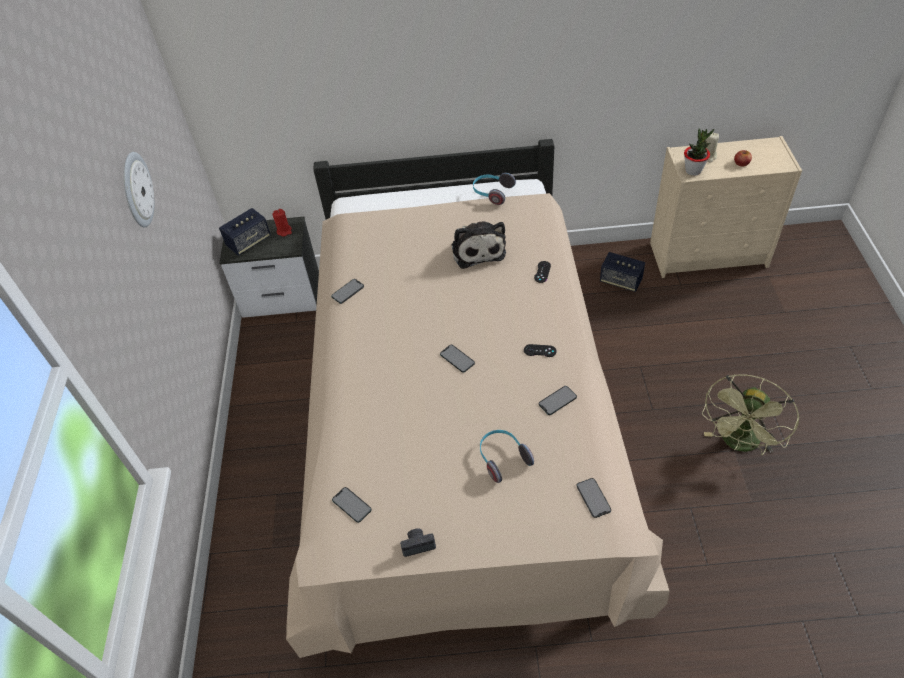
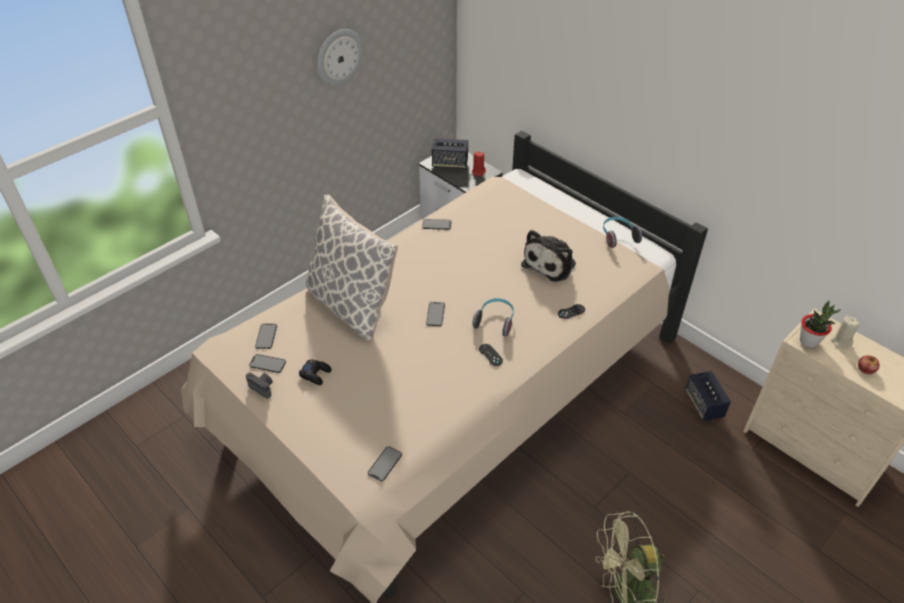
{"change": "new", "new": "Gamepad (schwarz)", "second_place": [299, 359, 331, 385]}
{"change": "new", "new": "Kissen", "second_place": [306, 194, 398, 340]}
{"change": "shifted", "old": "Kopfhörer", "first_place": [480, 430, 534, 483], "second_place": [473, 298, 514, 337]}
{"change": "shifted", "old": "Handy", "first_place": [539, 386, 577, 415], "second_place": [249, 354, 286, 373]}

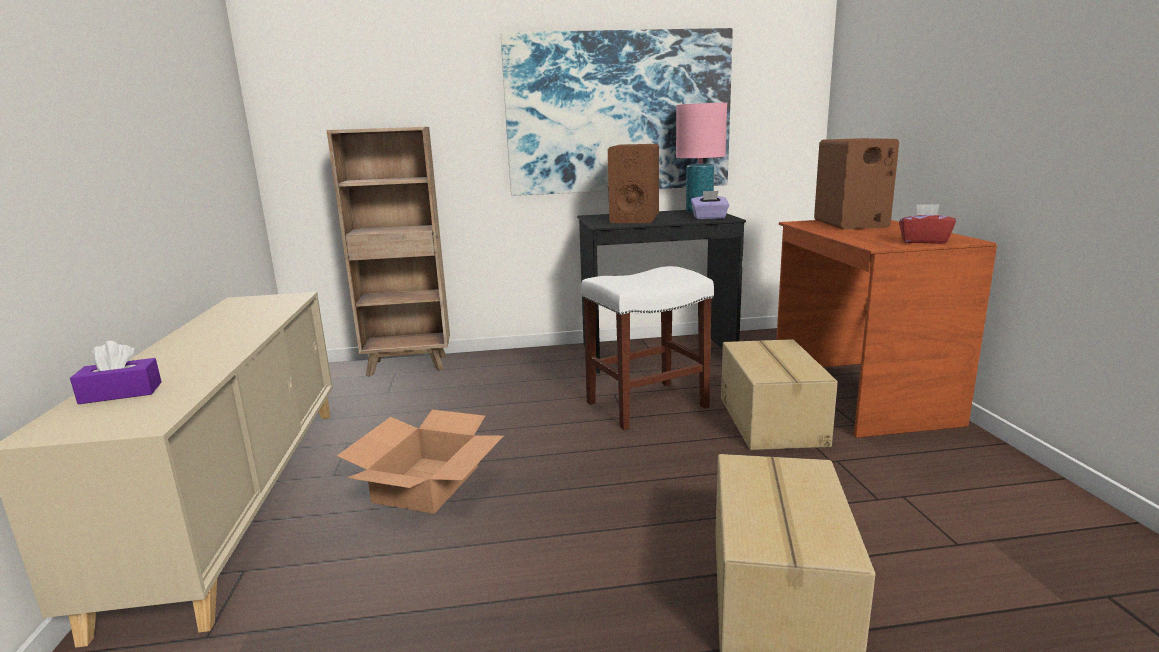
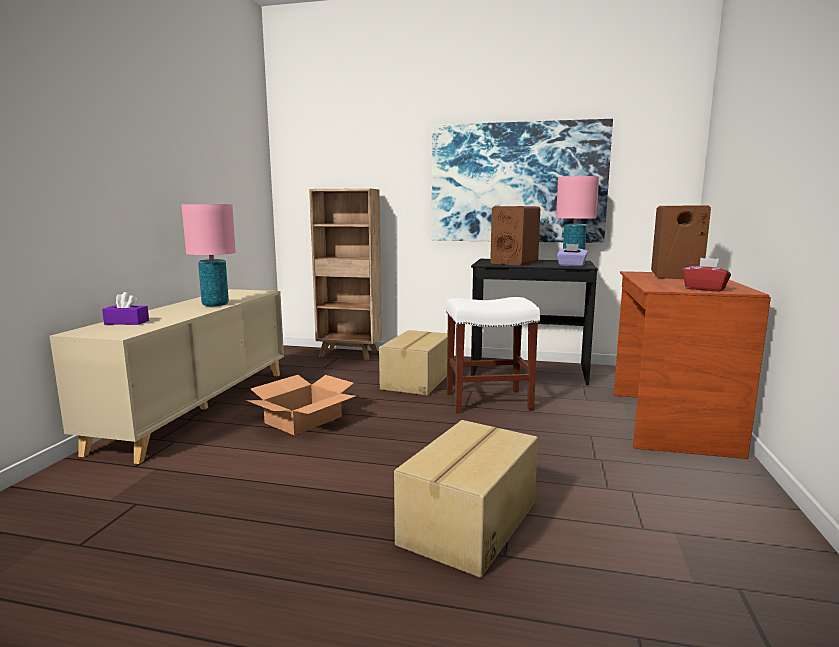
{"change": "new", "new": "Tischlampe (rosa)", "second_place": [181, 204, 236, 306]}
{"change": "shifted", "old": "Karton", "first_place": [721, 339, 838, 450], "second_place": [379, 330, 448, 395]}

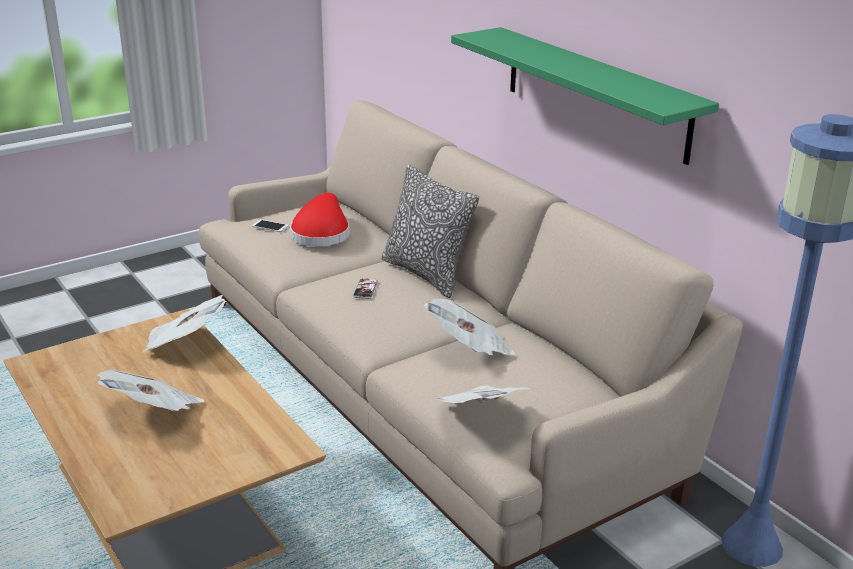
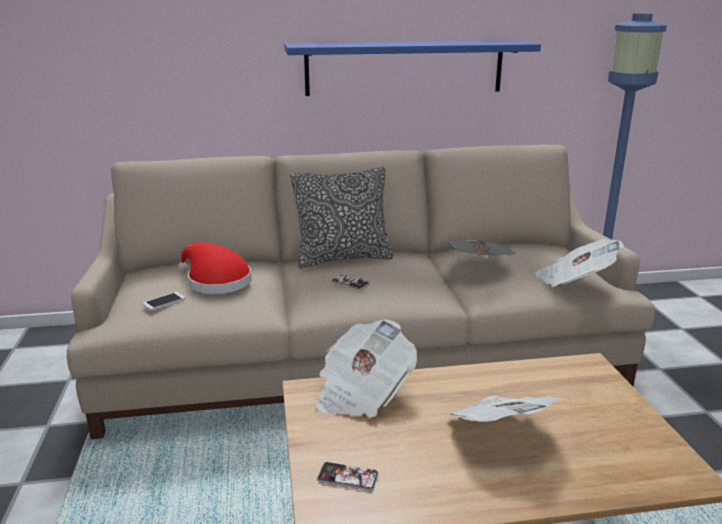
{"change": "new", "new": "Handy", "second_place": [317, 462, 379, 491]}
{"change": "repainted", "old": "Wandregal (grün)", "new": "Wandregal (blau)", "first_place": [451, 27, 719, 165], "second_place": [284, 41, 541, 96]}

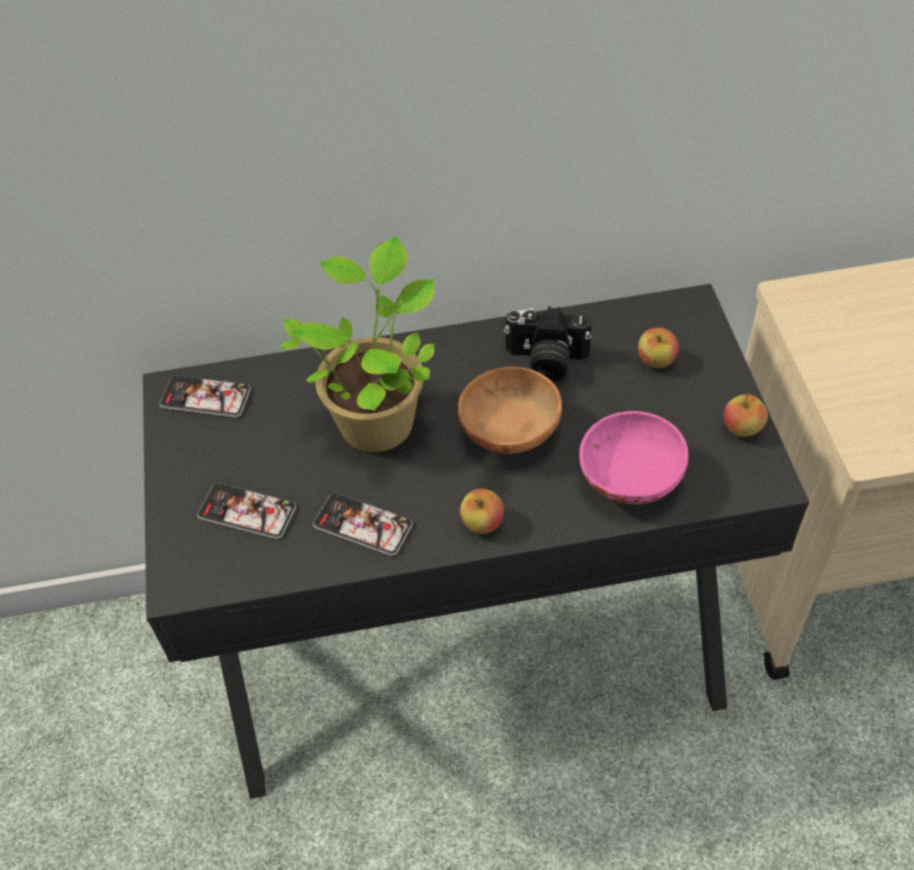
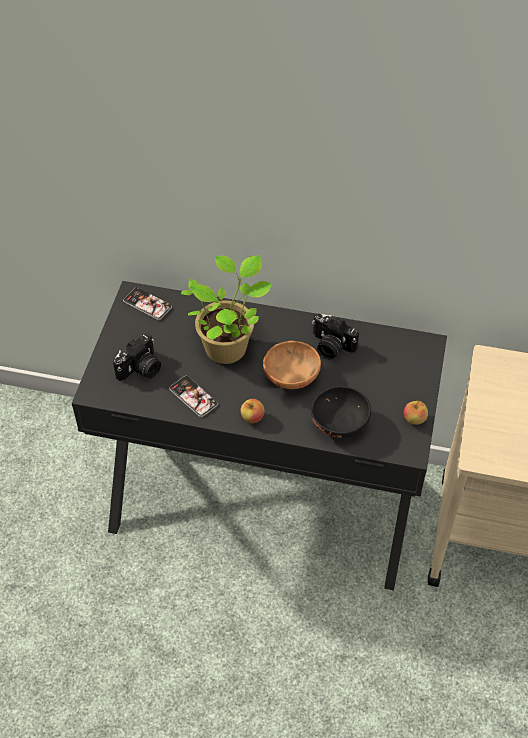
{"change": "gone", "old": "Apfel", "first_place": [638, 328, 679, 368]}
{"change": "swapped", "old": "Handy", "new": "Kamera", "first_place": [197, 483, 296, 539], "second_place": [113, 333, 161, 381]}
{"change": "repainted", "old": "Schüssel (rosa)", "new": "Schüssel (schwarz)", "first_place": [579, 411, 689, 504], "second_place": [311, 386, 371, 438]}

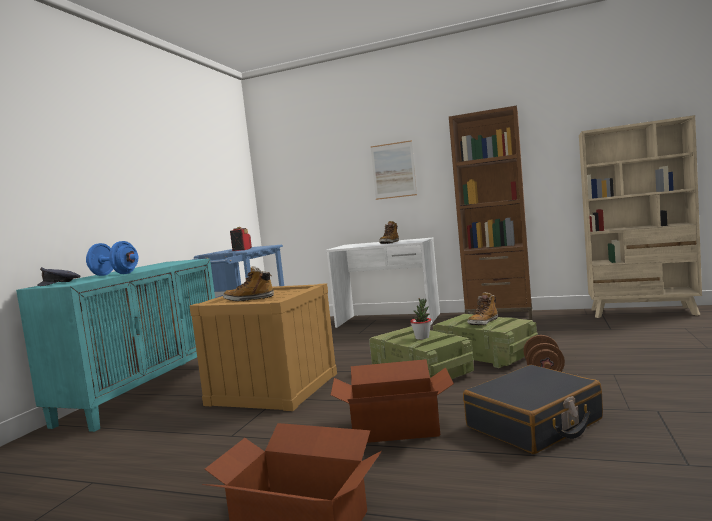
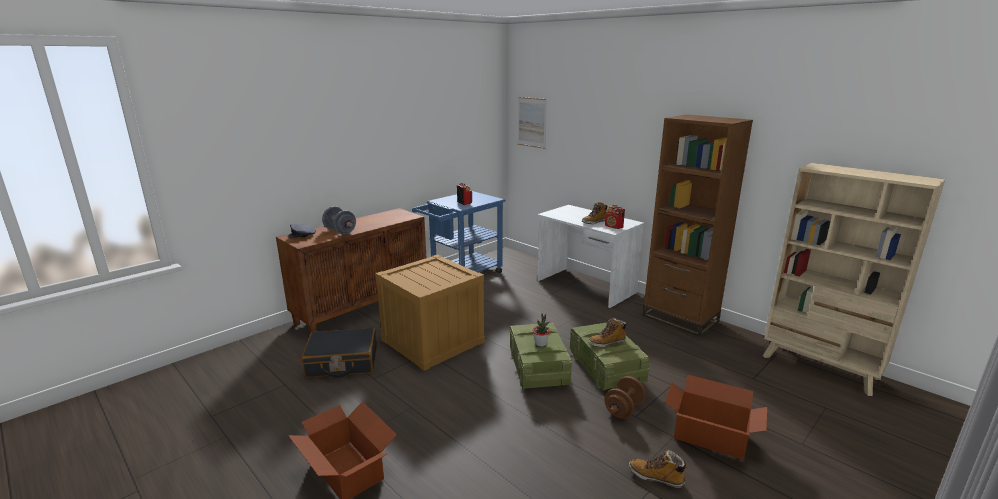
{"change": "new", "new": "Radio", "second_place": [605, 205, 625, 229]}
{"change": "shifted", "old": "Stiefel", "first_place": [223, 266, 274, 301], "second_place": [629, 450, 688, 488]}
{"change": "shifted", "old": "Karton", "first_place": [331, 359, 454, 443], "second_place": [665, 375, 767, 459]}
{"change": "shifted", "old": "Bild", "first_place": [371, 140, 417, 200], "second_place": [517, 97, 547, 149]}
{"change": "shifted", "old": "Koffer (schwarz)", "first_place": [463, 365, 603, 454], "second_place": [301, 328, 377, 378]}
{"change": "repainted", "old": "Schrank (türkis)", "new": "Schrank (braun)", "first_place": [16, 258, 215, 432], "second_place": [276, 208, 427, 333]}
{"change": "repainted", "old": "Hantel (blau)", "new": "Hantel (grau)", "first_place": [86, 241, 139, 276], "second_place": [322, 206, 356, 235]}

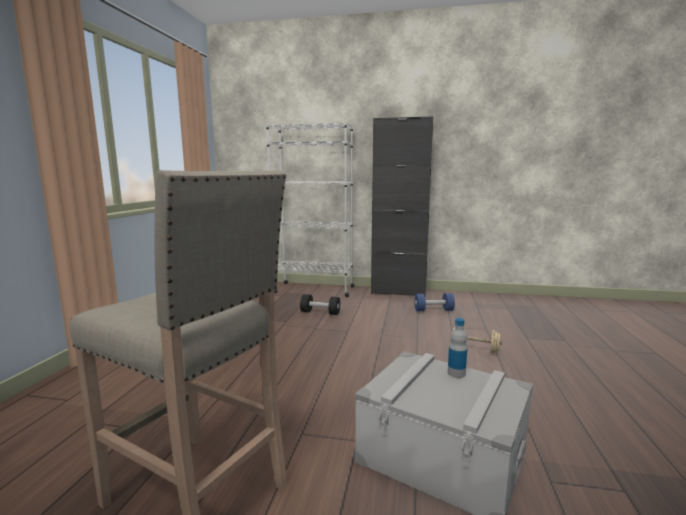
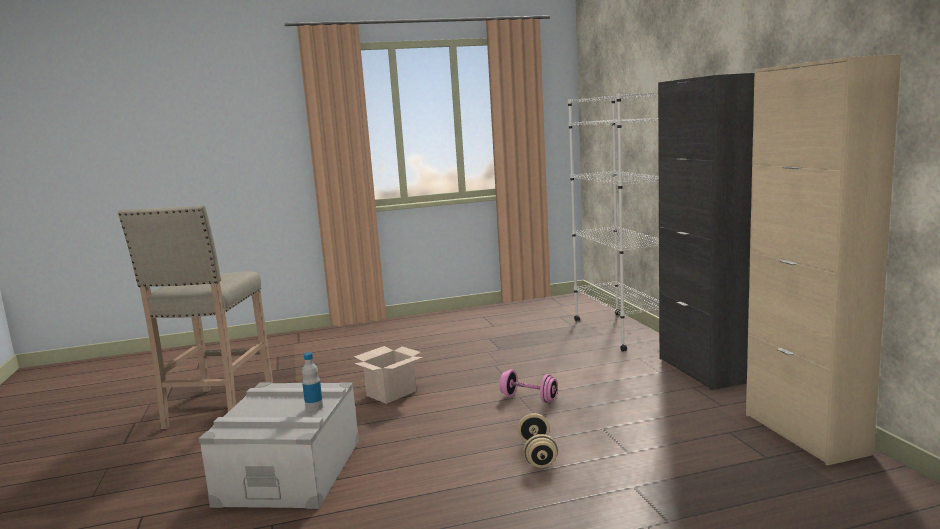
{"change": "gone", "old": "Hantel (schwarz)", "first_place": [300, 294, 340, 315]}
{"change": "gone", "old": "Hantel (blau)", "first_place": [414, 293, 455, 311]}
{"change": "new", "new": "Karton", "second_place": [354, 346, 423, 404]}
{"change": "new", "new": "Hantel (rosa)", "second_place": [499, 369, 558, 403]}
{"change": "new", "new": "Schrank (beige)", "second_place": [746, 54, 901, 466]}

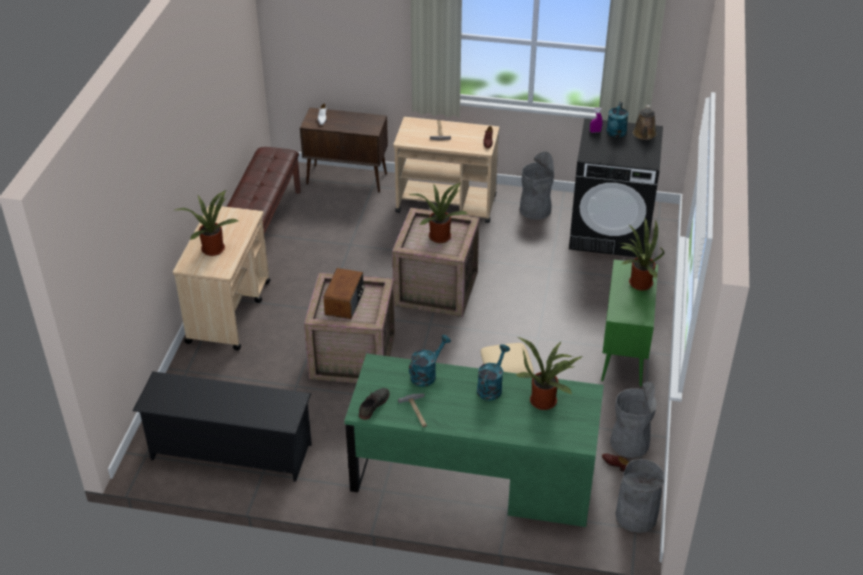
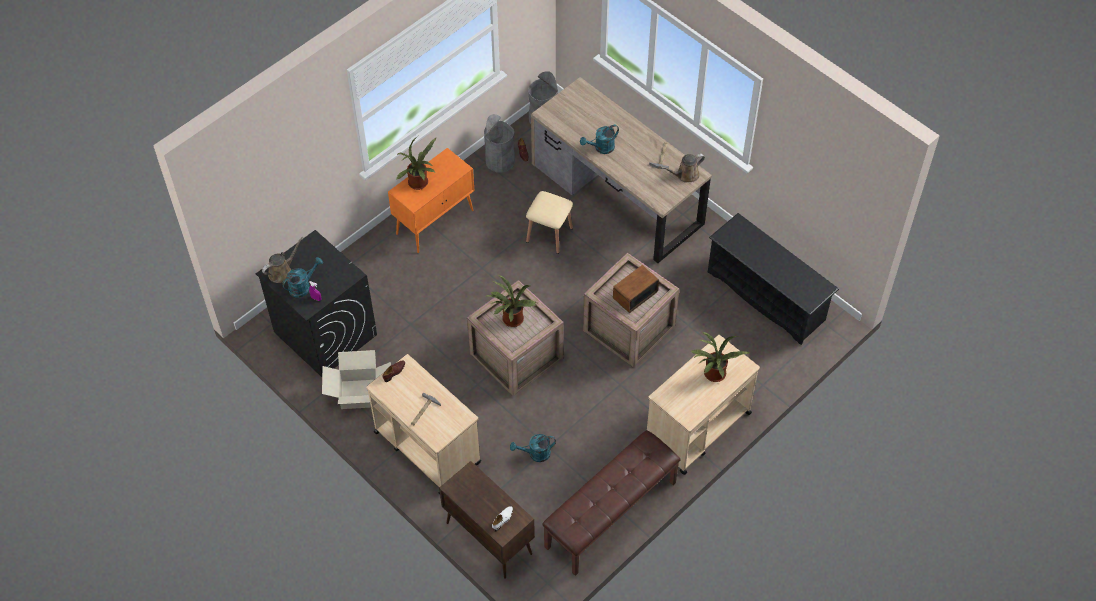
{"change": "gone", "old": "Topfpflanze", "first_place": [516, 337, 583, 410]}
{"change": "shifted", "old": "Gießkanne (türkis)", "first_place": [409, 335, 451, 387], "second_place": [510, 434, 556, 462]}
{"change": "swapped", "old": "Schuh (grau)", "new": "Gießkanne (braun)", "first_place": [359, 388, 390, 420], "second_place": [661, 153, 705, 183]}
{"change": "swapped", "old": "Mülleimer (grau)", "new": "Karton", "first_place": [520, 152, 554, 220], "second_place": [322, 350, 391, 409]}
{"change": "repainted", "old": "Schreibtisch (grün)", "new": "Schreibtisch (braun)", "first_place": [344, 354, 604, 527], "second_place": [531, 77, 712, 263]}
{"change": "repainted", "old": "Schrank (grün)", "new": "Schrank (orange)", "first_place": [601, 260, 658, 387], "second_place": [388, 148, 475, 253]}

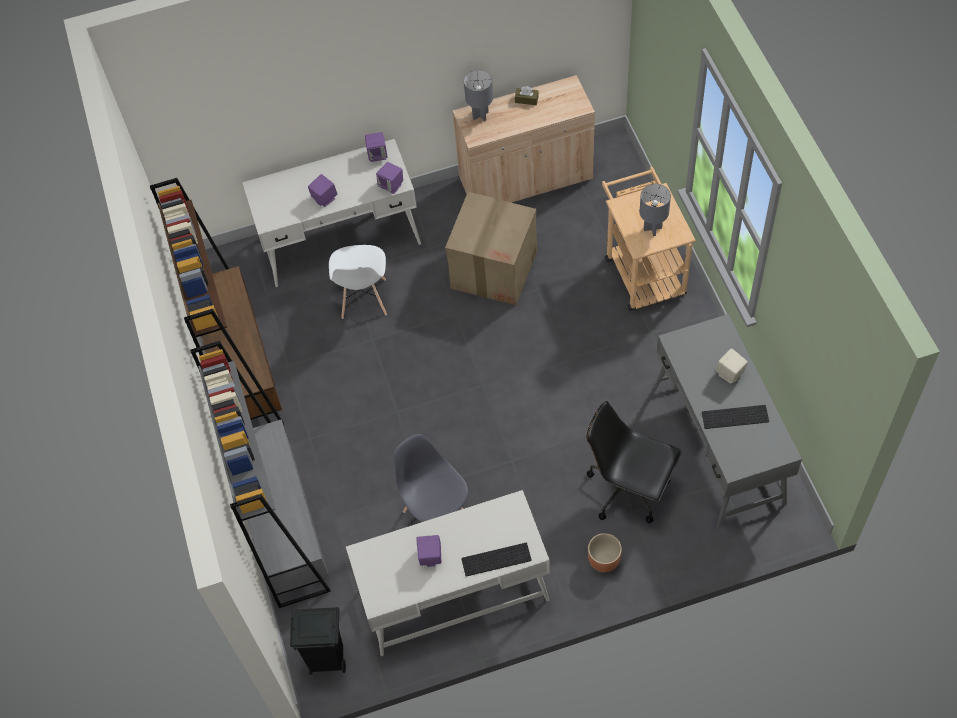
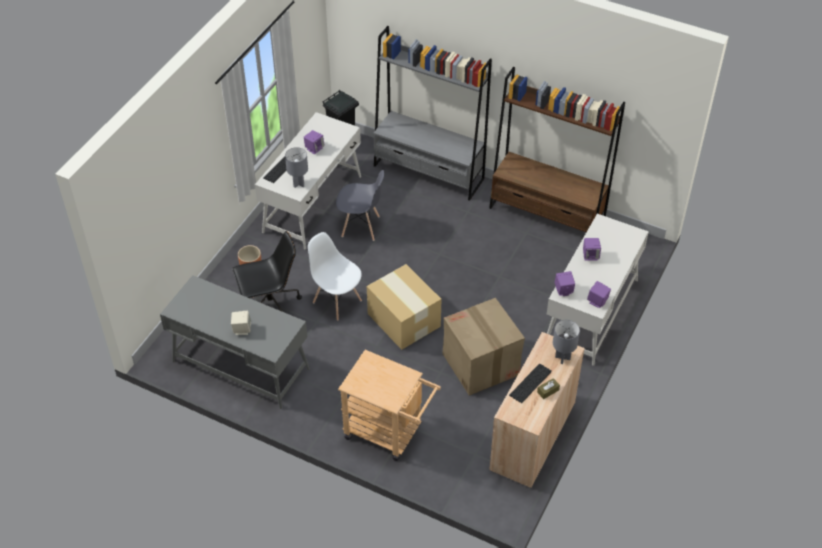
{"change": "new", "new": "Karton", "second_place": [367, 264, 442, 350]}
{"change": "shifted", "old": "Stuhl (weiß)", "first_place": [329, 245, 387, 319], "second_place": [308, 232, 362, 321]}
{"change": "shifted", "old": "Tischlampe (grau)", "first_place": [639, 184, 671, 236], "second_place": [285, 147, 308, 188]}
{"change": "shifted", "old": "Tastatur", "first_place": [702, 405, 769, 429], "second_place": [509, 364, 552, 403]}

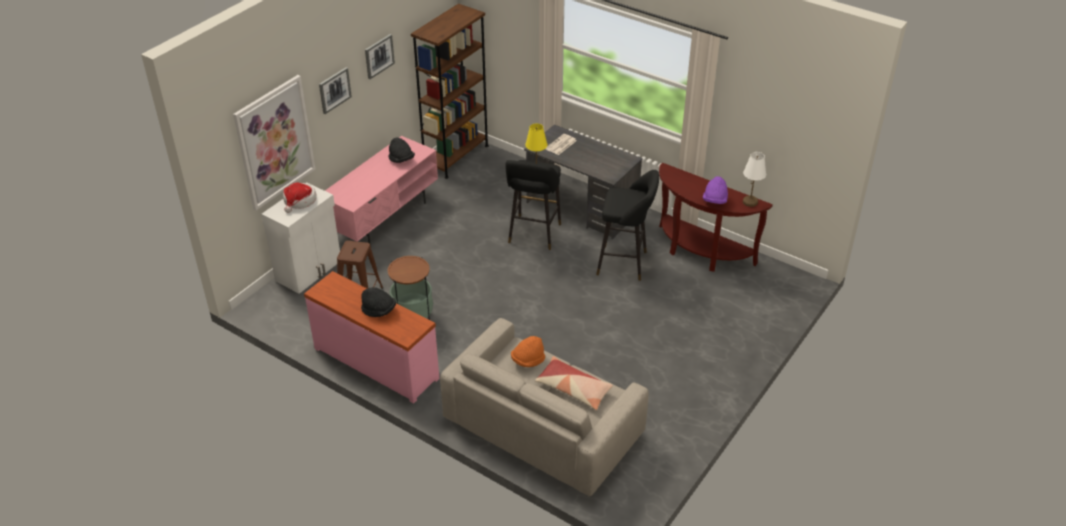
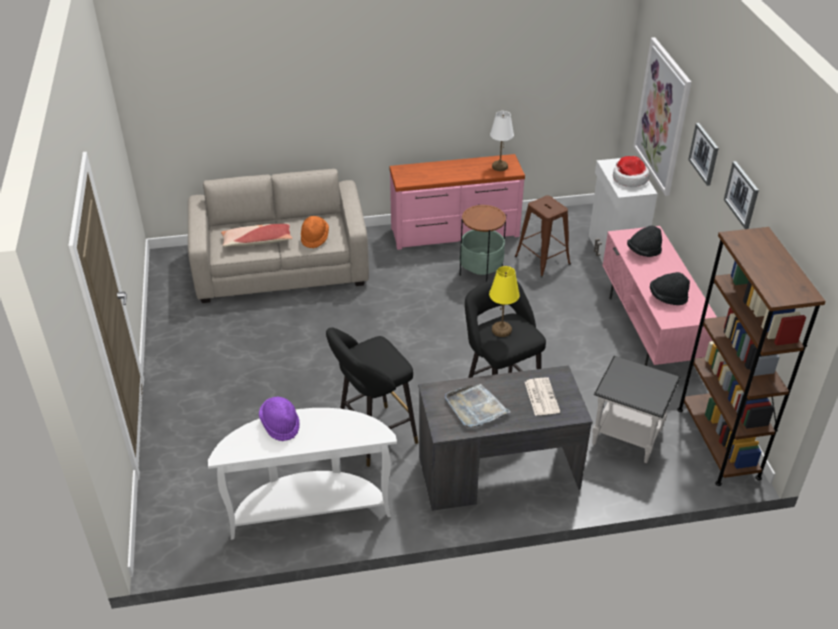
{"change": "new", "new": "Tablett (grau)", "second_place": [445, 384, 511, 427]}
{"change": "new", "new": "Beistelltisch (schwarz)", "second_place": [592, 356, 681, 463]}
{"change": "shifted", "old": "Hut (schwarz)", "first_place": [361, 287, 396, 317], "second_place": [627, 225, 662, 257]}
{"change": "shifted", "old": "Tischlampe (weiß)", "first_place": [743, 152, 766, 207], "second_place": [490, 111, 514, 171]}
{"change": "repainted", "old": "Konsolentisch (braun)", "new": "Konsolentisch (weiß)", "first_place": [659, 163, 773, 272], "second_place": [208, 408, 397, 540]}

